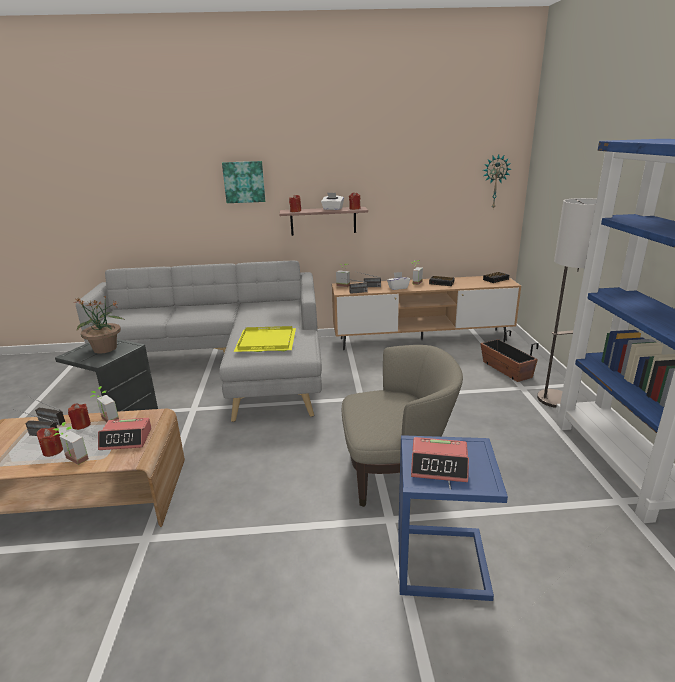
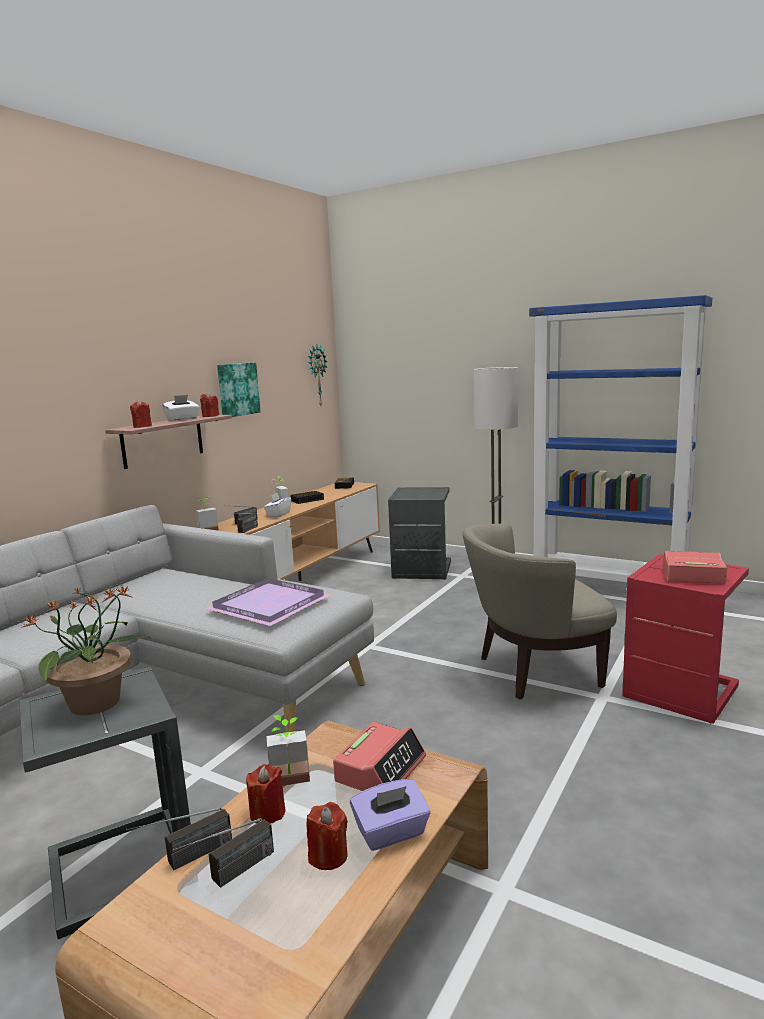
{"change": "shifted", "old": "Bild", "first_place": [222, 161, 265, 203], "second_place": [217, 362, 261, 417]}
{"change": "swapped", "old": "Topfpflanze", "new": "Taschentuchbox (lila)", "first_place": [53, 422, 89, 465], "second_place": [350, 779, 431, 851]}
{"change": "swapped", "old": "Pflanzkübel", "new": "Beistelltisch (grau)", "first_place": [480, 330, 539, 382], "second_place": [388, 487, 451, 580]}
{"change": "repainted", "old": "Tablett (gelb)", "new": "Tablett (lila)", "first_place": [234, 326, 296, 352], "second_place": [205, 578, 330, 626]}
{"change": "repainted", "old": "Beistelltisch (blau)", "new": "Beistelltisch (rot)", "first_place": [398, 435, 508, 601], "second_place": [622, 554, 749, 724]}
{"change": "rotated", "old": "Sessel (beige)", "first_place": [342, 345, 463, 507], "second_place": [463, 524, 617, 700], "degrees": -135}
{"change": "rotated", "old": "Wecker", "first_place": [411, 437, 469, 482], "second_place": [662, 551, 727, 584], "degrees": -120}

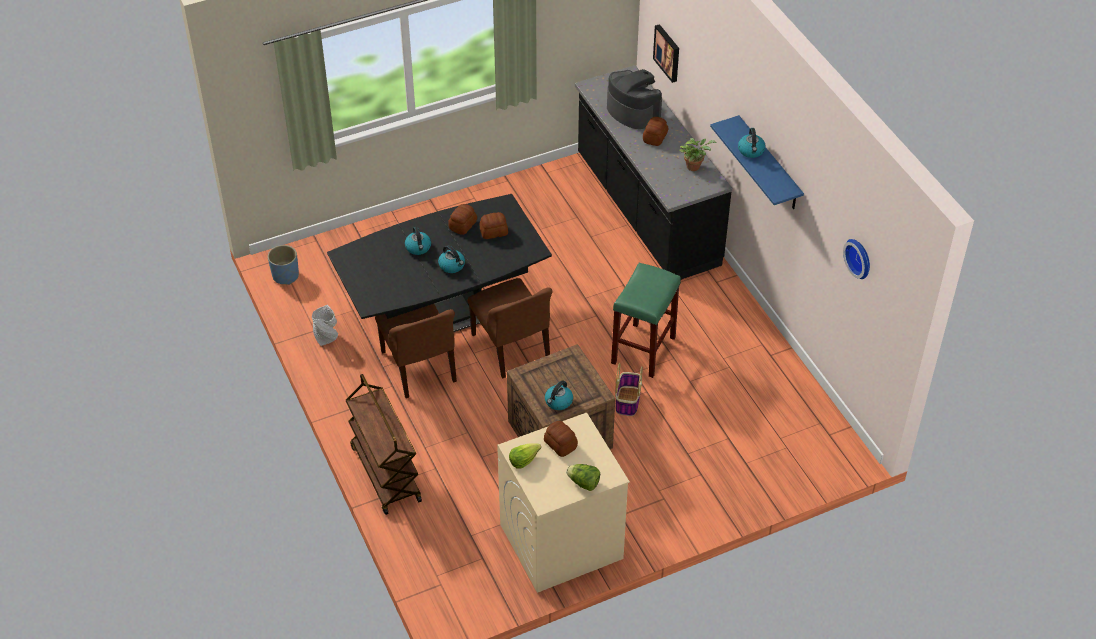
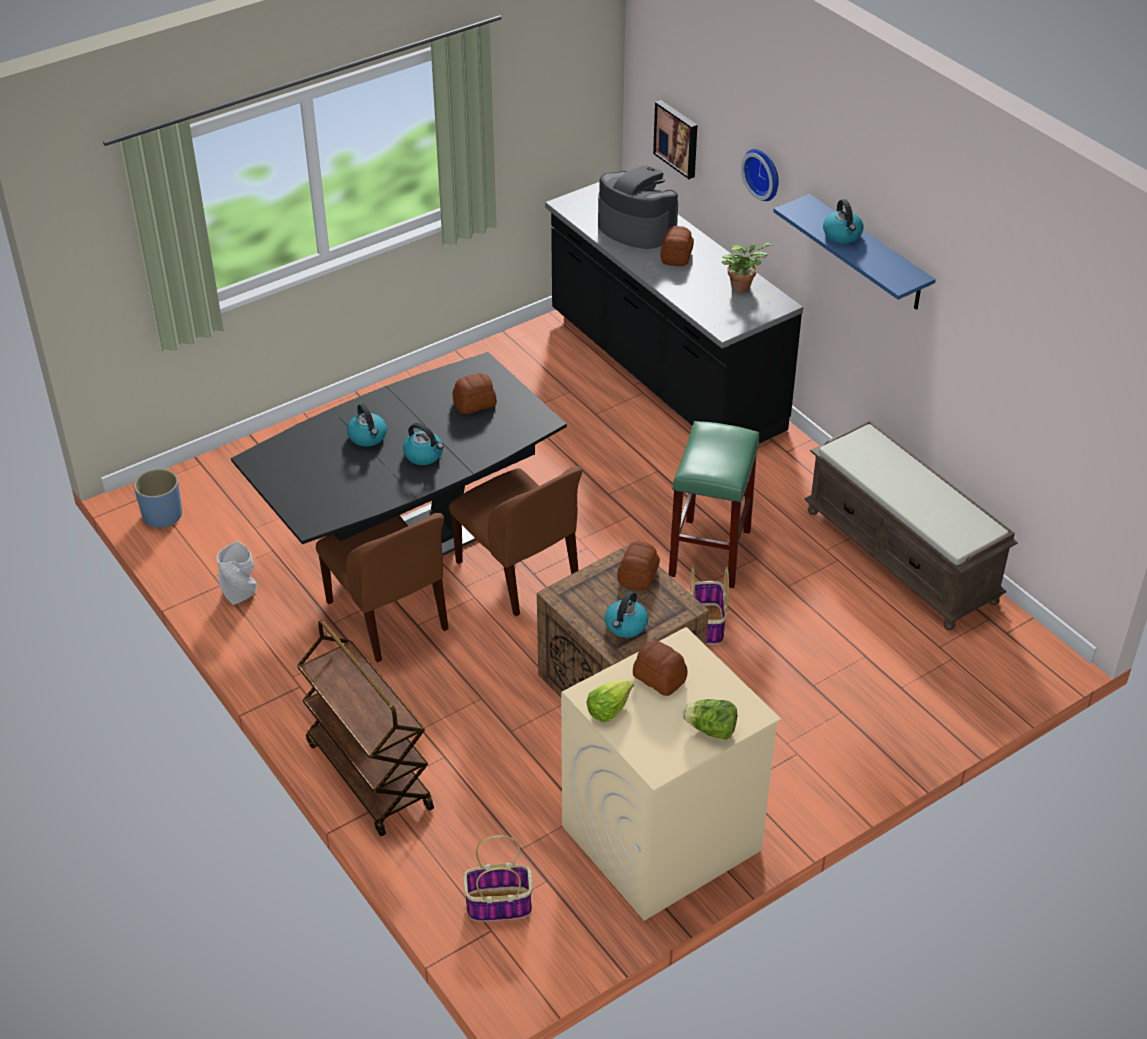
{"change": "new", "new": "Korb", "second_place": [463, 835, 533, 922]}
{"change": "new", "new": "Bank (braun)", "second_place": [804, 420, 1018, 630]}
{"change": "shifted", "old": "Brot", "first_place": [448, 204, 477, 235], "second_place": [617, 541, 660, 591]}
{"change": "shifted", "old": "Wanduhr", "first_place": [843, 239, 870, 279], "second_place": [741, 149, 779, 201]}

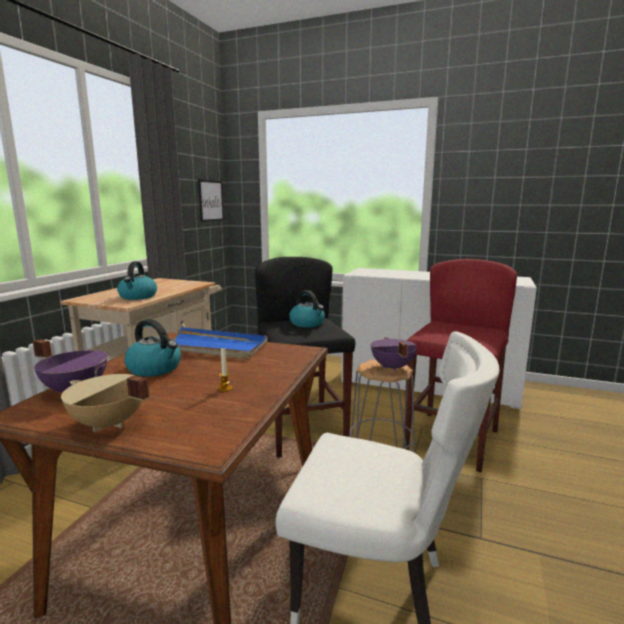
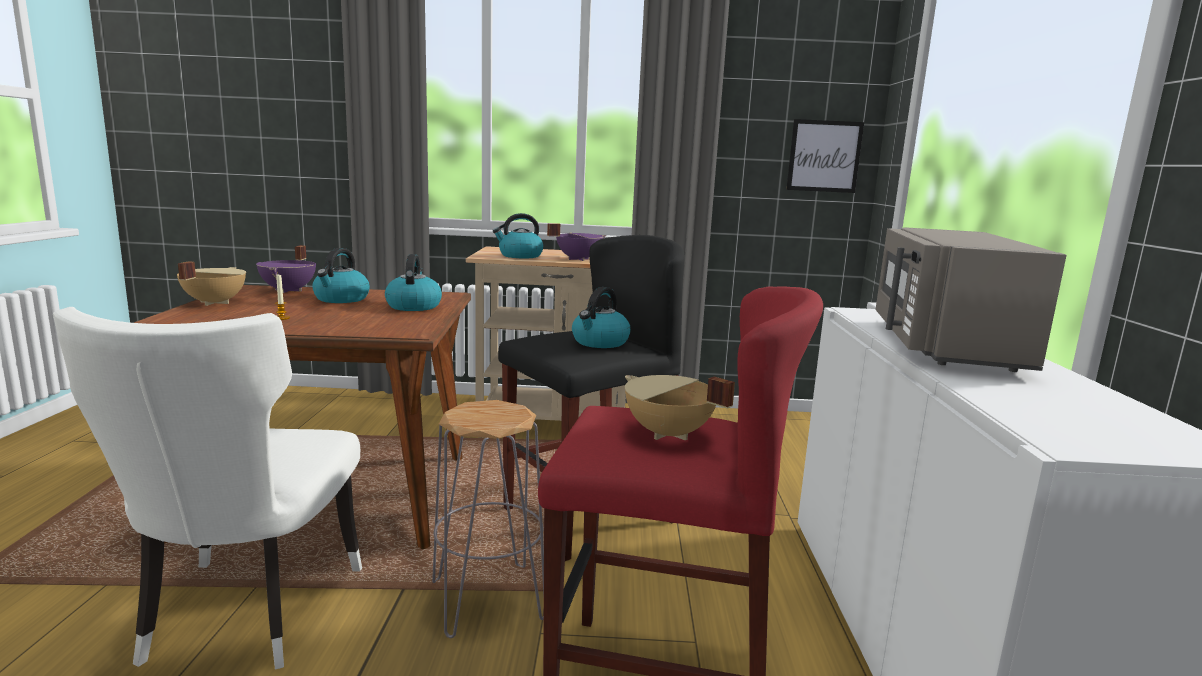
{"change": "new", "new": "Kochtopf (beige)", "second_place": [625, 375, 735, 440]}
{"change": "new", "new": "Mikrowelle (grau)", "second_place": [875, 227, 1066, 372]}
{"change": "shifted", "old": "Kochtopf (lila)", "first_place": [371, 337, 417, 371], "second_place": [547, 223, 606, 261]}
{"change": "swapped", "old": "Tablett (blau)", "new": "Wasserkessel", "first_place": [174, 327, 268, 359], "second_place": [385, 254, 442, 311]}

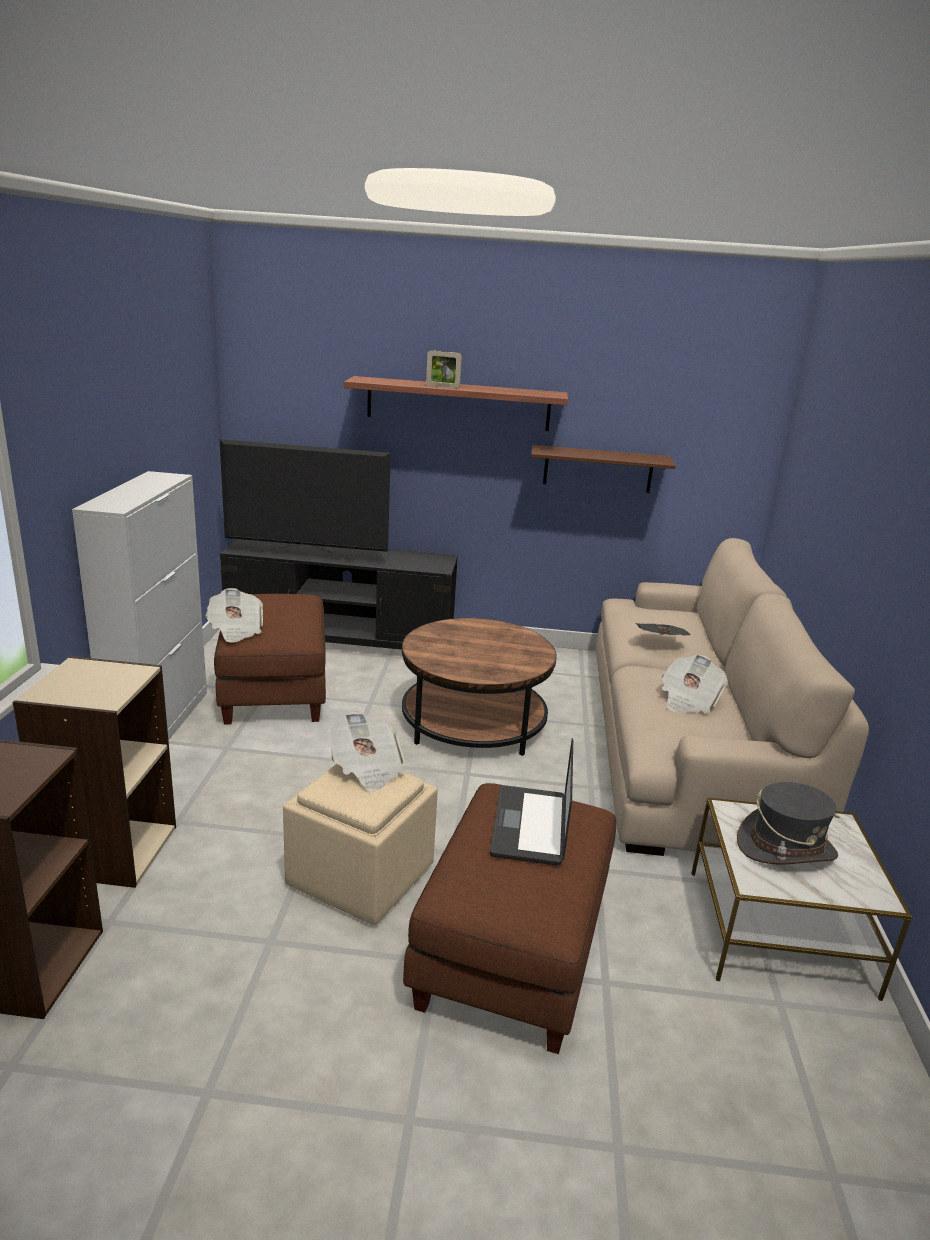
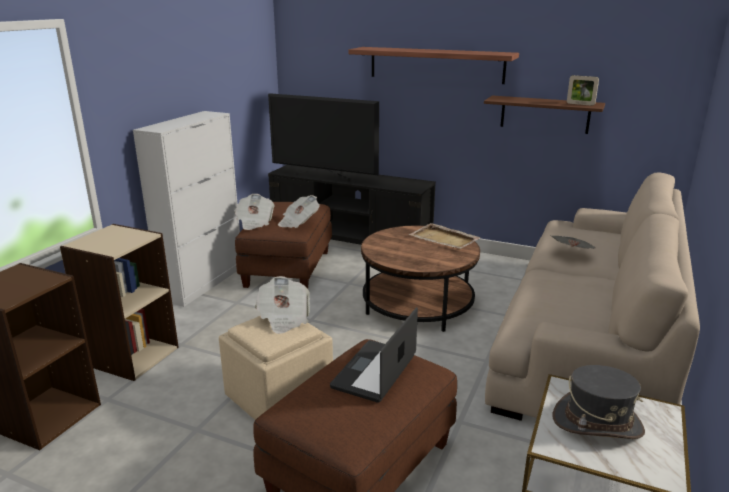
{"change": "new", "new": "Tablett (beige)", "second_place": [409, 223, 481, 249]}
{"change": "shifted", "old": "Bilderrahmen", "first_place": [426, 350, 462, 389], "second_place": [567, 75, 599, 106]}
{"change": "shifted", "old": "Zeitung", "first_place": [662, 654, 728, 713], "second_place": [278, 195, 320, 228]}

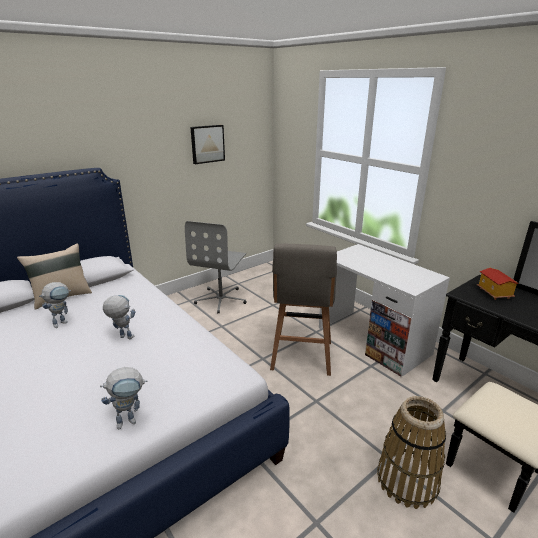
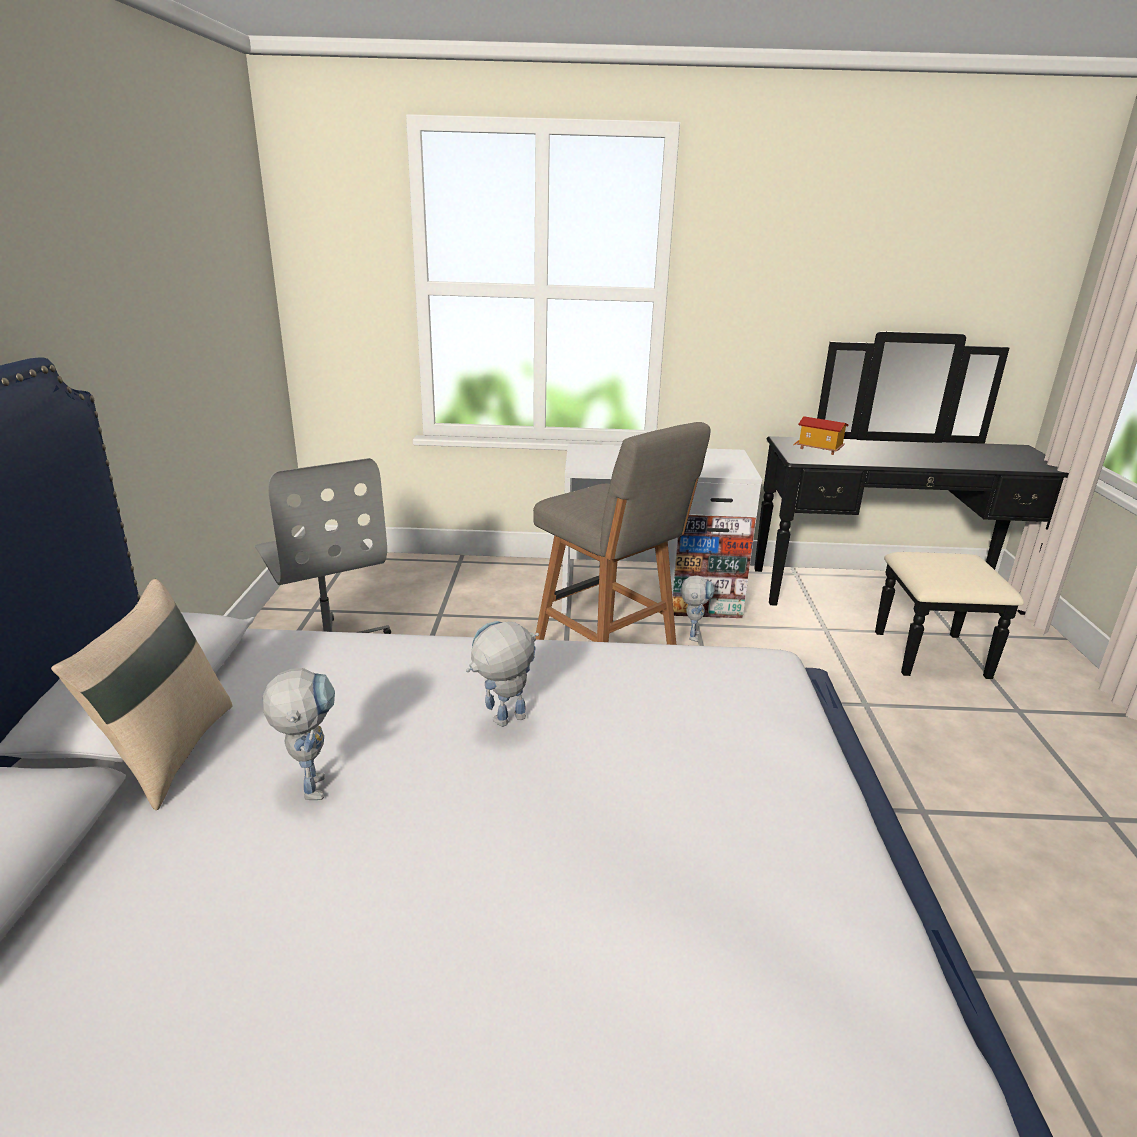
{"change": "gone", "old": "Bild", "first_place": [190, 125, 225, 164]}
{"change": "gone", "old": "Korb", "first_place": [377, 396, 446, 509]}
{"change": "shifted", "old": "Spielzeugroboter", "first_place": [100, 367, 147, 429], "second_place": [681, 576, 715, 642]}

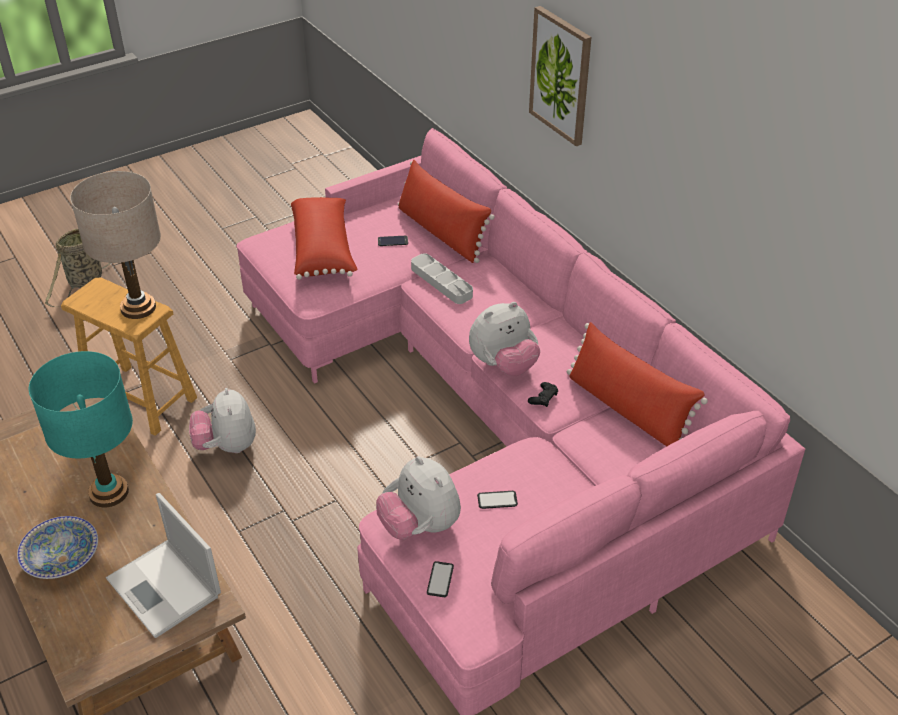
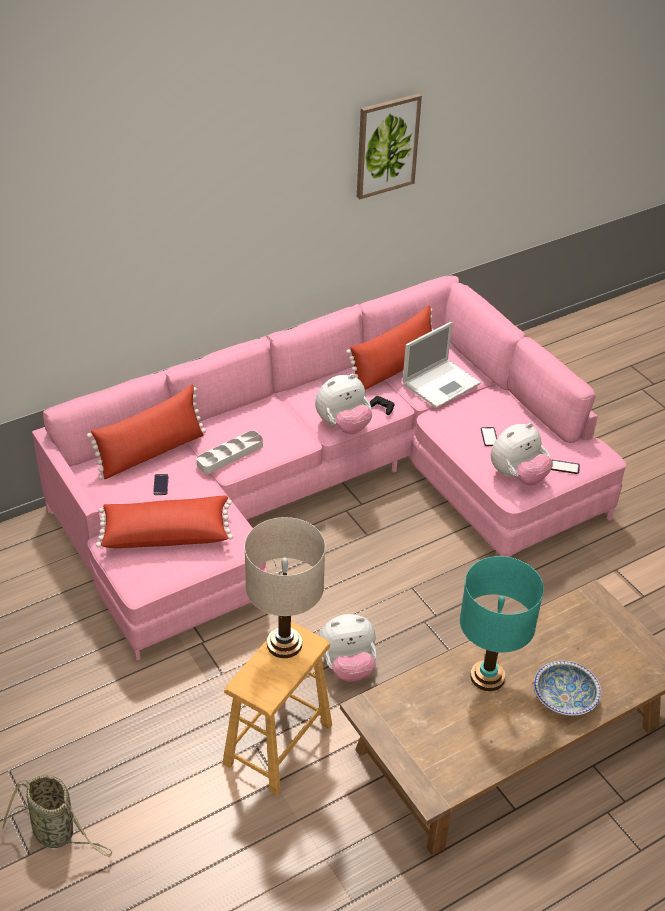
{"change": "shifted", "old": "Laptop", "first_place": [106, 493, 221, 638], "second_place": [402, 322, 481, 408]}
{"change": "shifted", "old": "Bild", "first_place": [529, 6, 591, 146], "second_place": [357, 94, 422, 199]}
{"change": "rotated", "old": "Plüschtier", "first_place": [469, 302, 540, 376], "second_place": [315, 374, 372, 434], "degrees": 90}

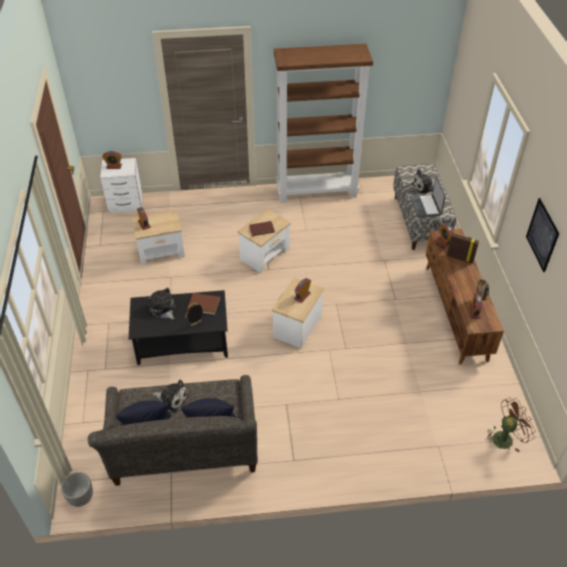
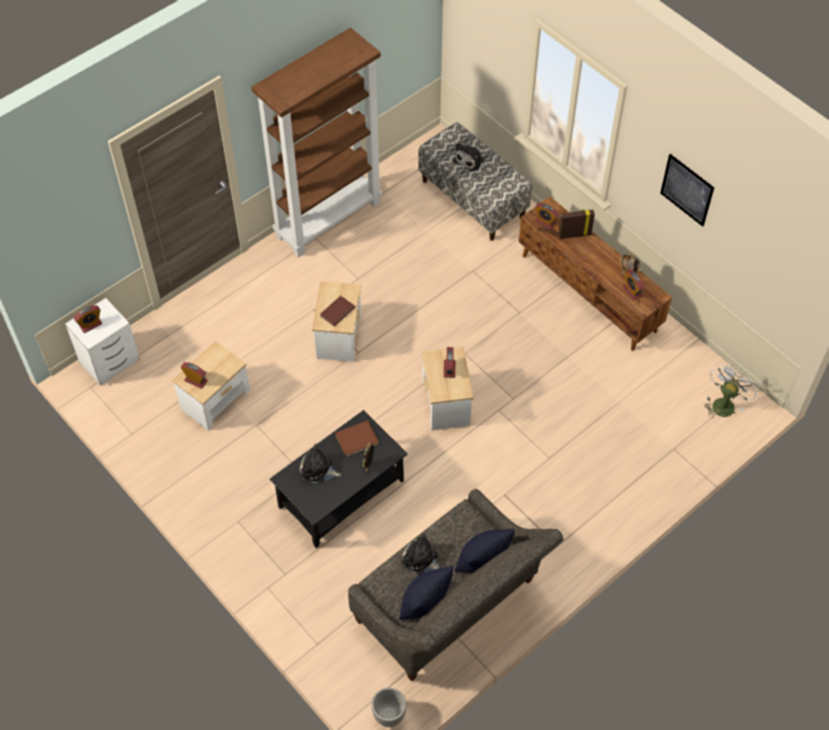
{"change": "gone", "old": "Laptop", "first_place": [410, 176, 446, 218]}
{"change": "repainted", "old": "Ventilator (braun)", "new": "Ventilator (weiß)", "first_place": [485, 398, 536, 452], "second_place": [704, 362, 759, 418]}
{"change": "rotated", "old": "Plüschtier", "first_place": [153, 380, 189, 413], "second_place": [401, 534, 440, 575], "degrees": -135}

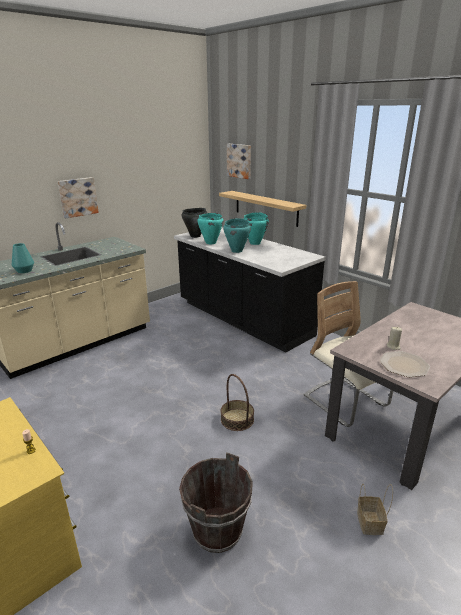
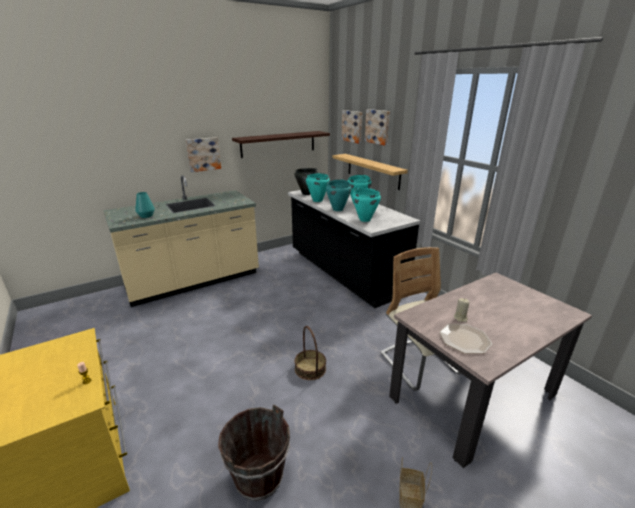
{"change": "new", "new": "Wandregal", "second_place": [232, 131, 330, 158]}
{"change": "new", "new": "Kochtopf (türkis)", "second_place": [352, 188, 381, 222]}
{"change": "new", "new": "Bild", "second_place": [365, 109, 390, 146]}

